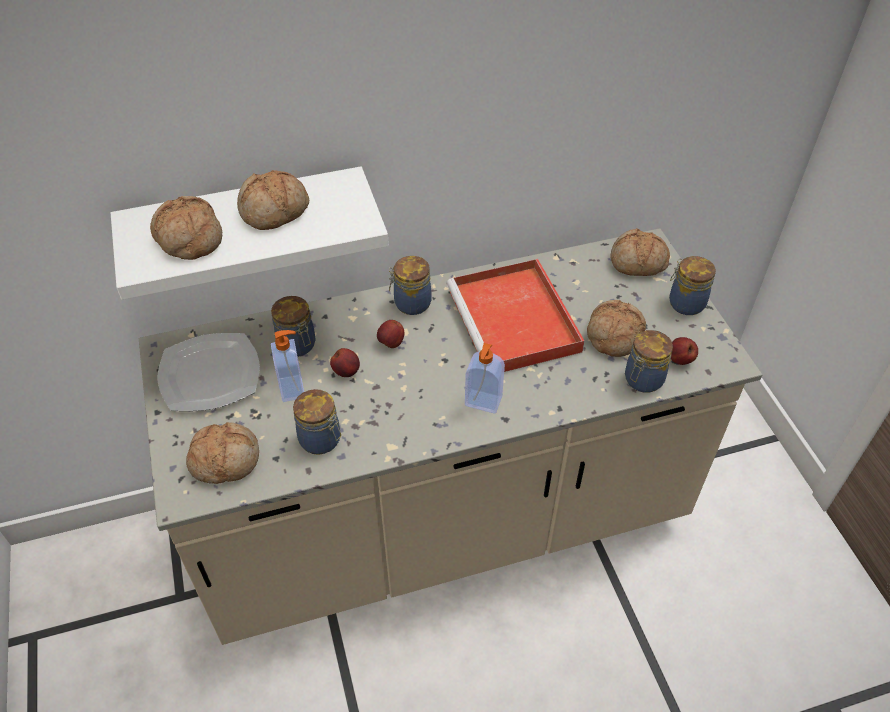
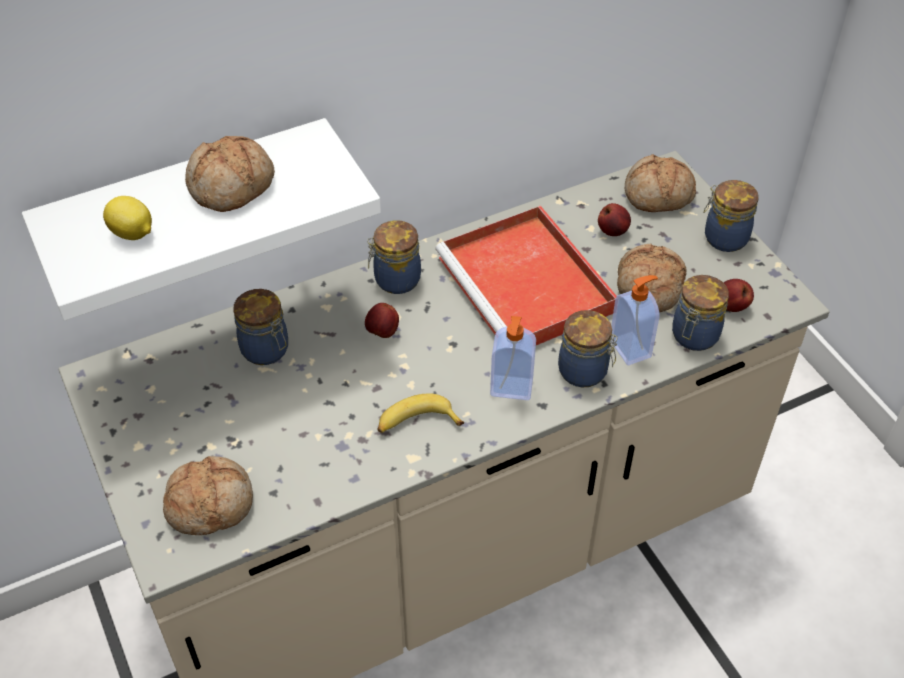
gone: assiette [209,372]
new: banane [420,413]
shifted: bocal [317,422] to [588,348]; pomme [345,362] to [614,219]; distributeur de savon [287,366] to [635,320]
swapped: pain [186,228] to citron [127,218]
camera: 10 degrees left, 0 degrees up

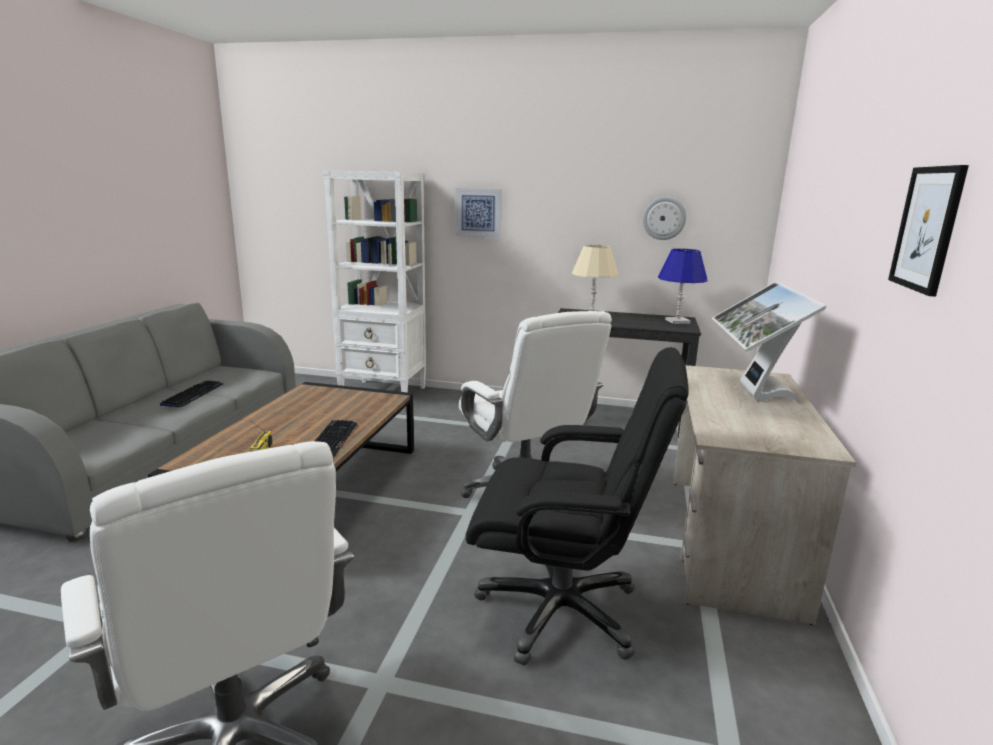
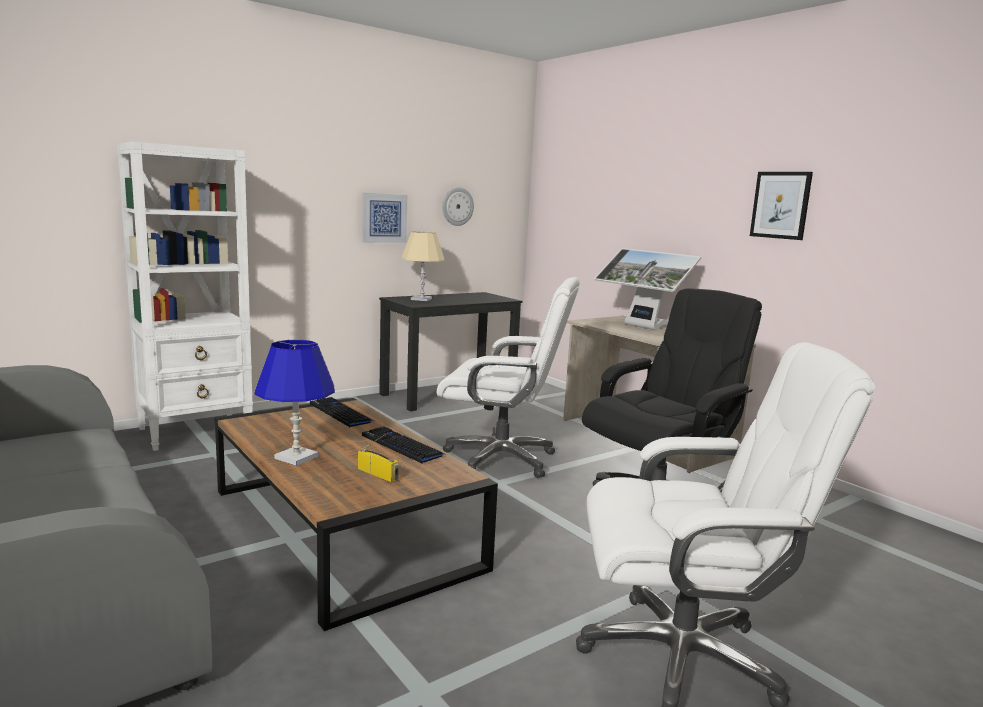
shifted: lampe de table/bleu [683,286] to [294,403]; clavier [191,394] to [342,412]; tableau [478,213] to [384,218]
camera: 50 degrees left, 5 degrees down

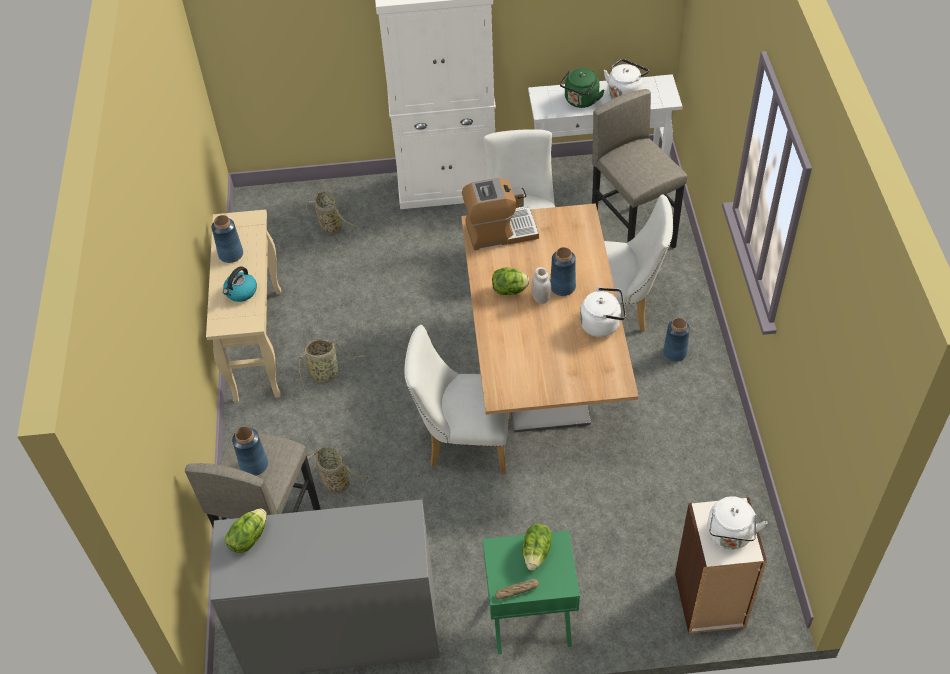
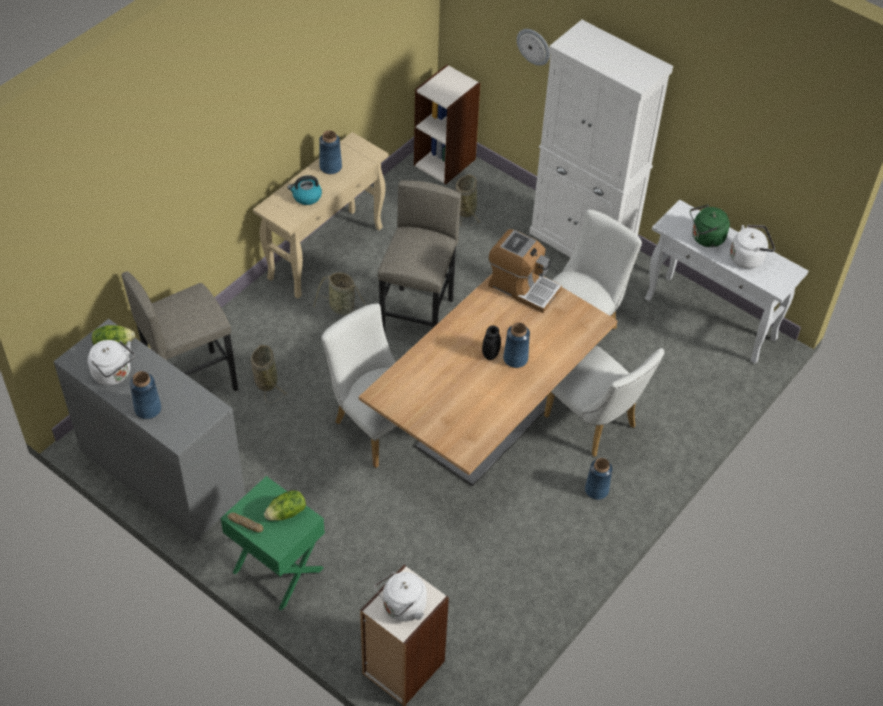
gone: laitue [510,281]
new: bibliothèque [447,125]; horloge murale [533,47]
shifted: bouilloire/blanc [603,312] to [111,363]; vase/bleu [250,451] to [146,395]; tabouret/gris [640,169] to [419,256]
repainted: bocal/blanc [541,285] to bocal/noir [491,342]
camera: 40 degrees right, 0 degrees up

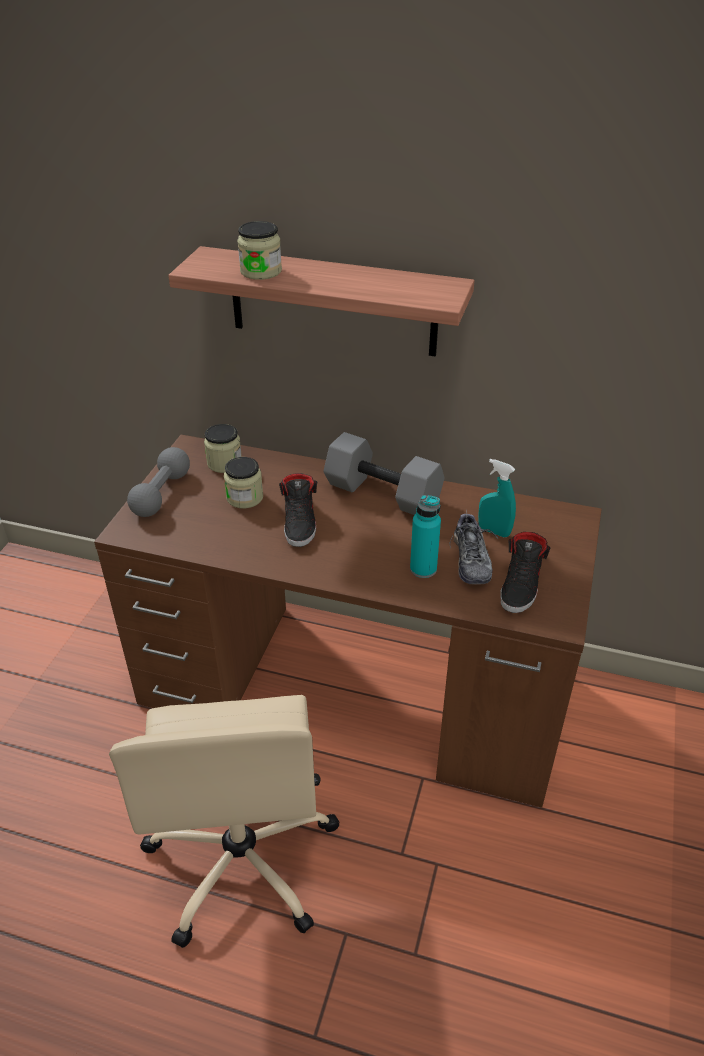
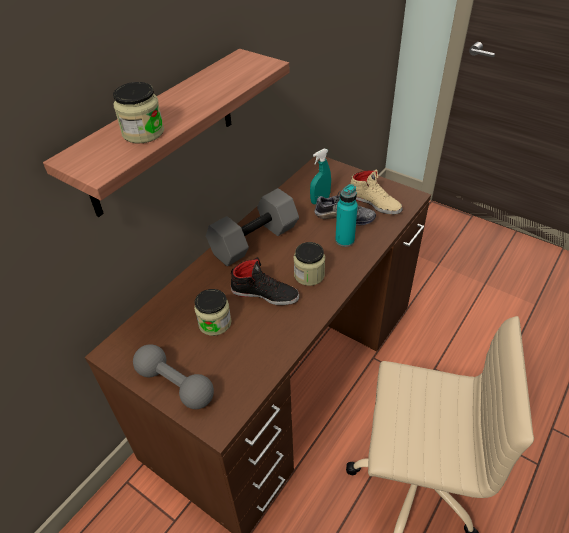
shifted: bocal [223,448] to [309,264]
repainted: chaussure/noir [525,572] to chaussure/beige [376,192]
camera: 70 degrees left, 5 degrees up

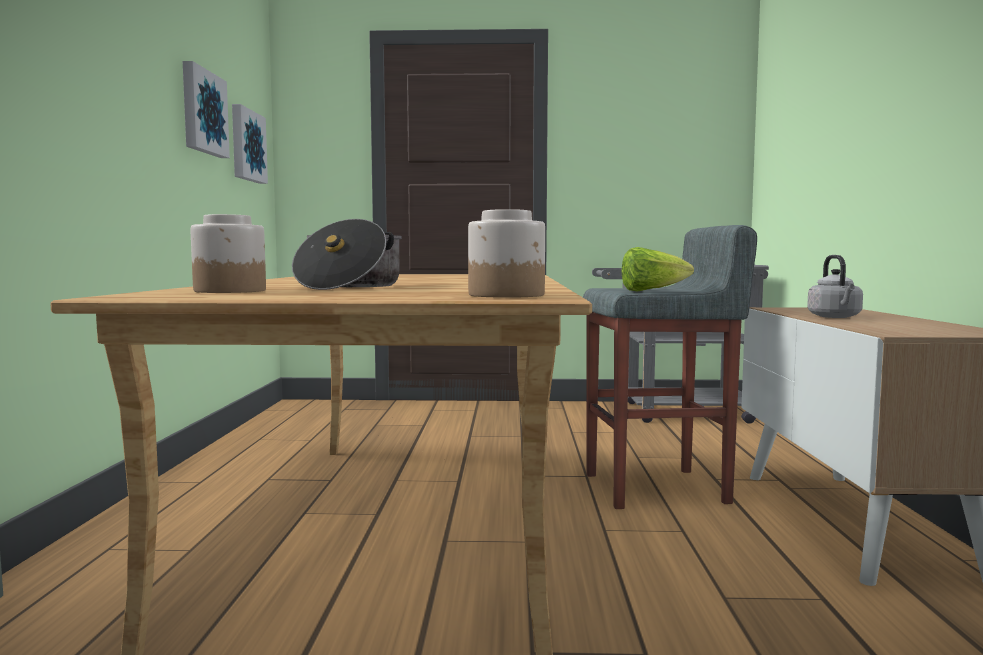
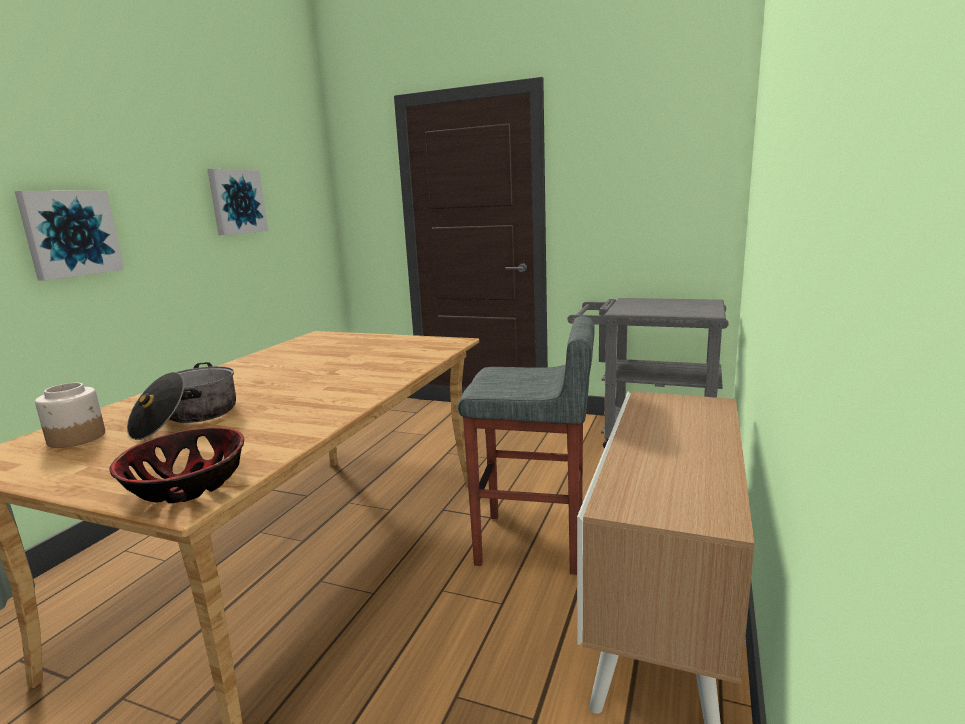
gone: laitue [658,269]; bouilloire/gris [835,286]
shifted: tableau [250,144] to [69,236]
swapped: bocal [506,253] to bol [176,465]
camera: 20 degrees right, 10 degrees up

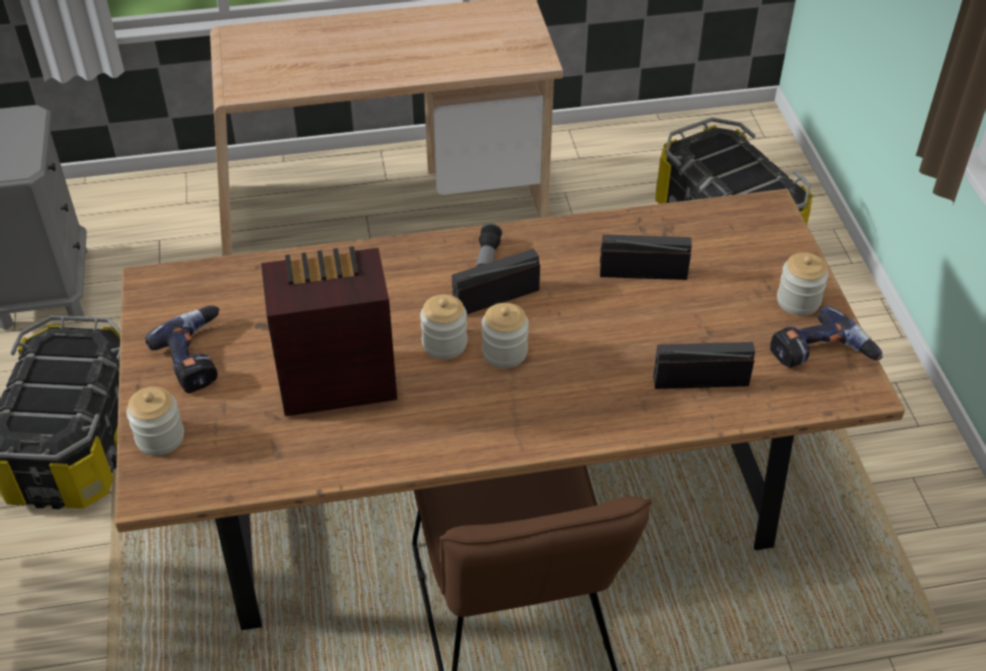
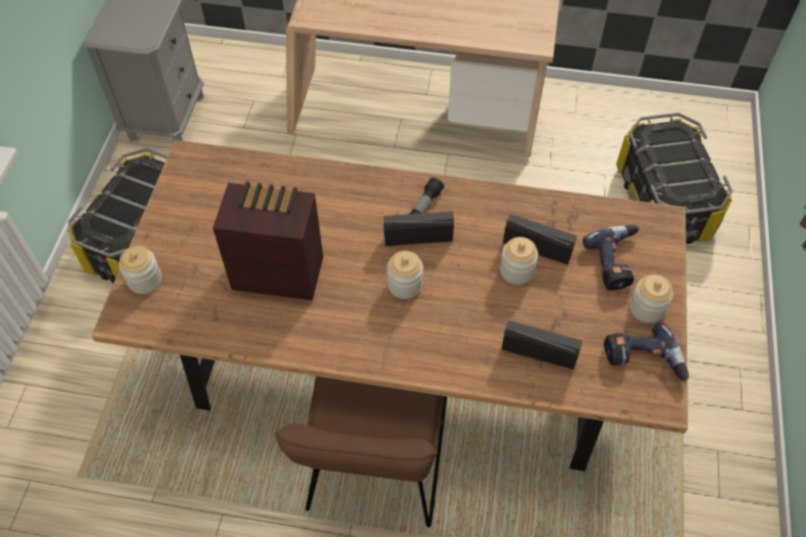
shifted: bocal [444,326] to [519,261]; perceuse [182,349] to [611,258]
camera: 20 degrees right, 10 degrees up

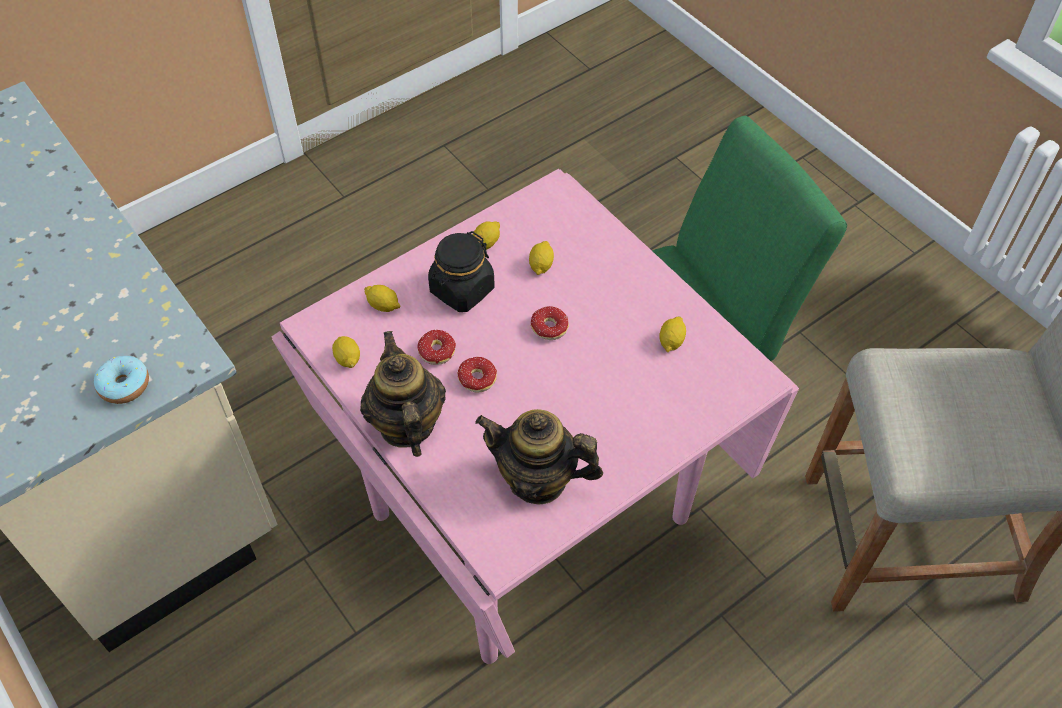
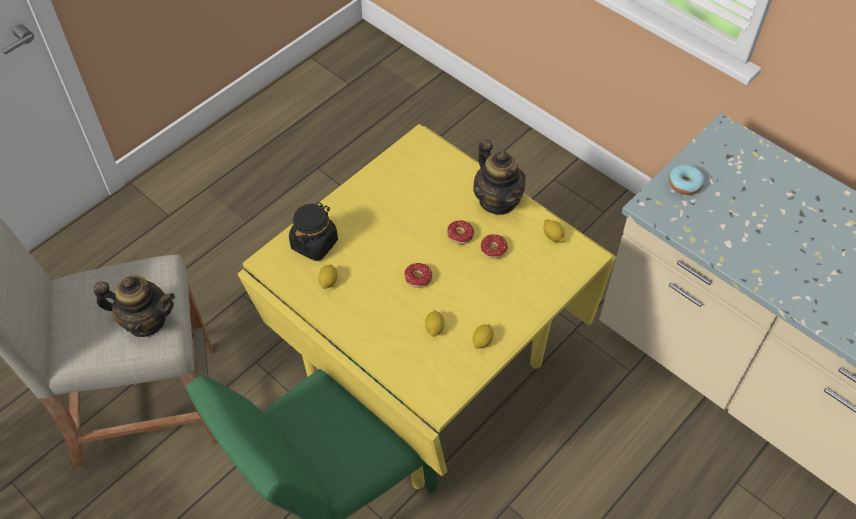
gone: citron [382,298]
shifted: théière [539,457] to [134,306]; bocal/noir [461,271] to [313,231]
repainted: table à manger/rose [535,416] to table à manger/jaune [426,306]
camera: 170 degrees right, 0 degrees up

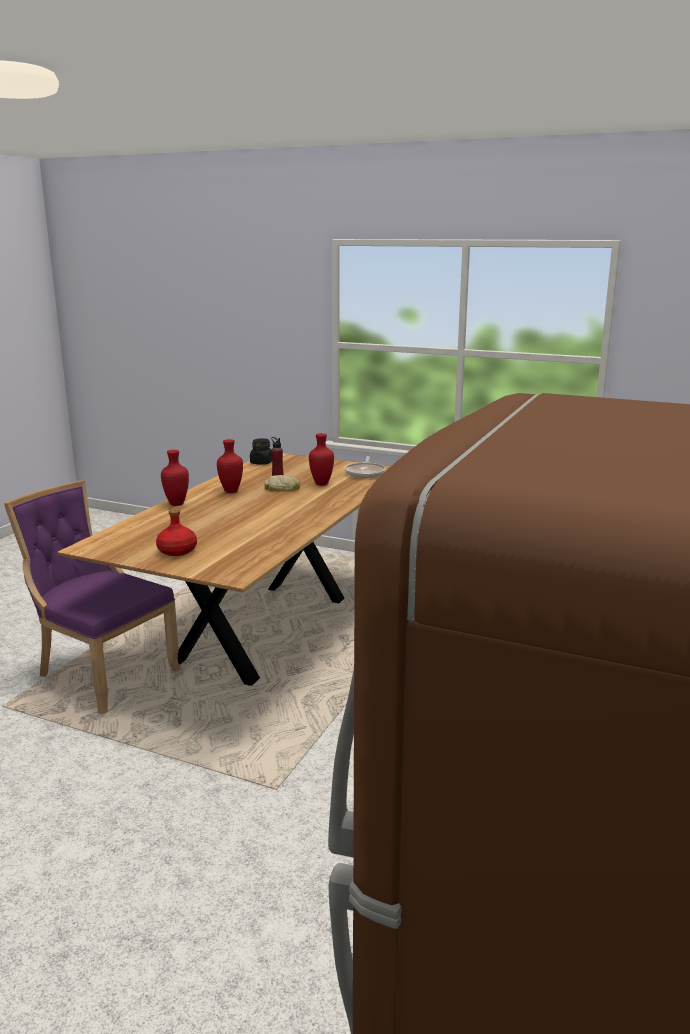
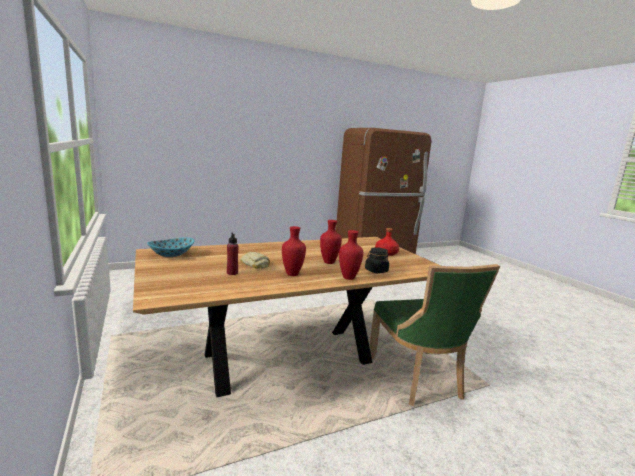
shifted: vase/rouge [321,459] to [331,242]; bocal/noir [261,451] to [377,260]
swapped: poêle [365,467] to bol [170,247]
repainted: chaise/violet [92,598] to chaise/vert [435,335]
camera: 140 degrees left, 5 degrees down

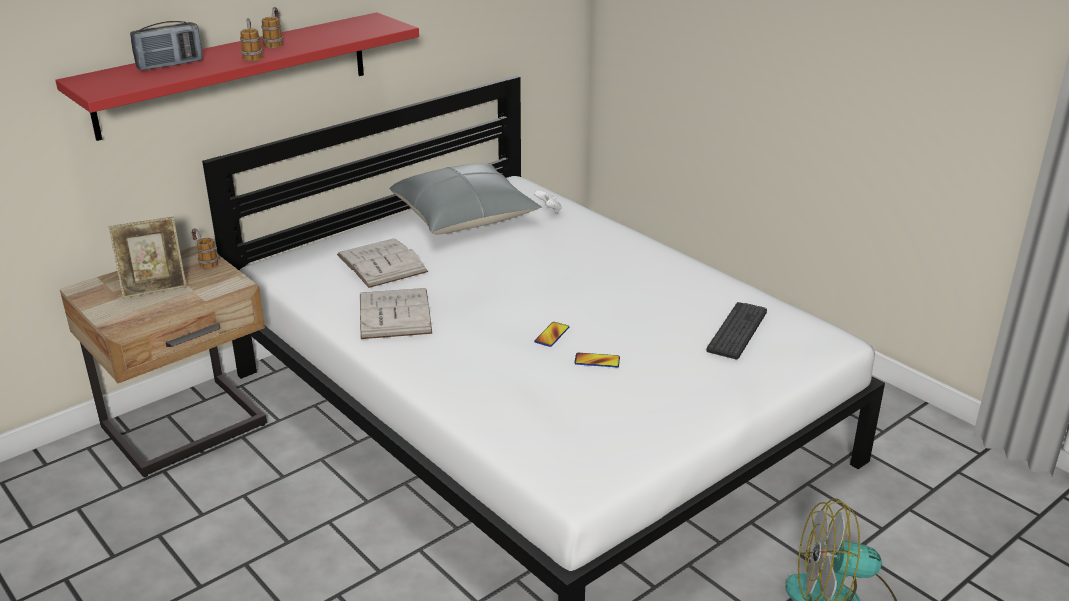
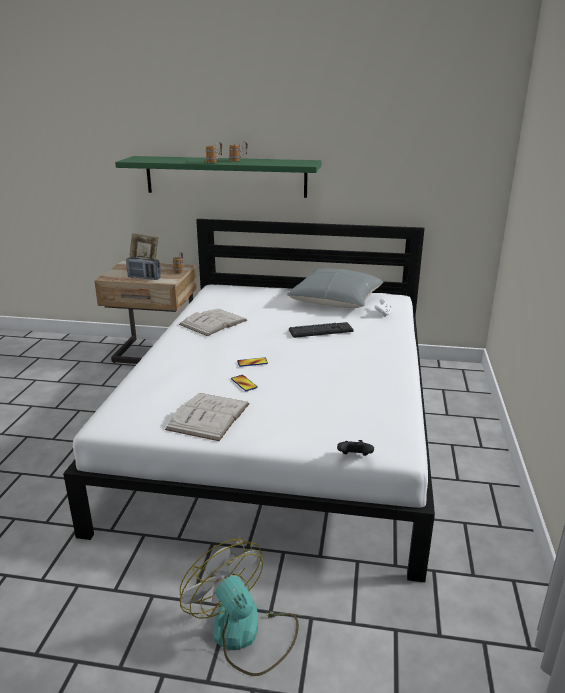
new: manette/noir [355,448]
shifted: radio [166,45] to [143,268]; livre/blanc [382,263] to [207,417]; clavier [736,331] to [321,330]
repainted: étagère/rouge [237,76] to étagère/vert [218,177]
camera: 50 degrees right, 5 degrees down

